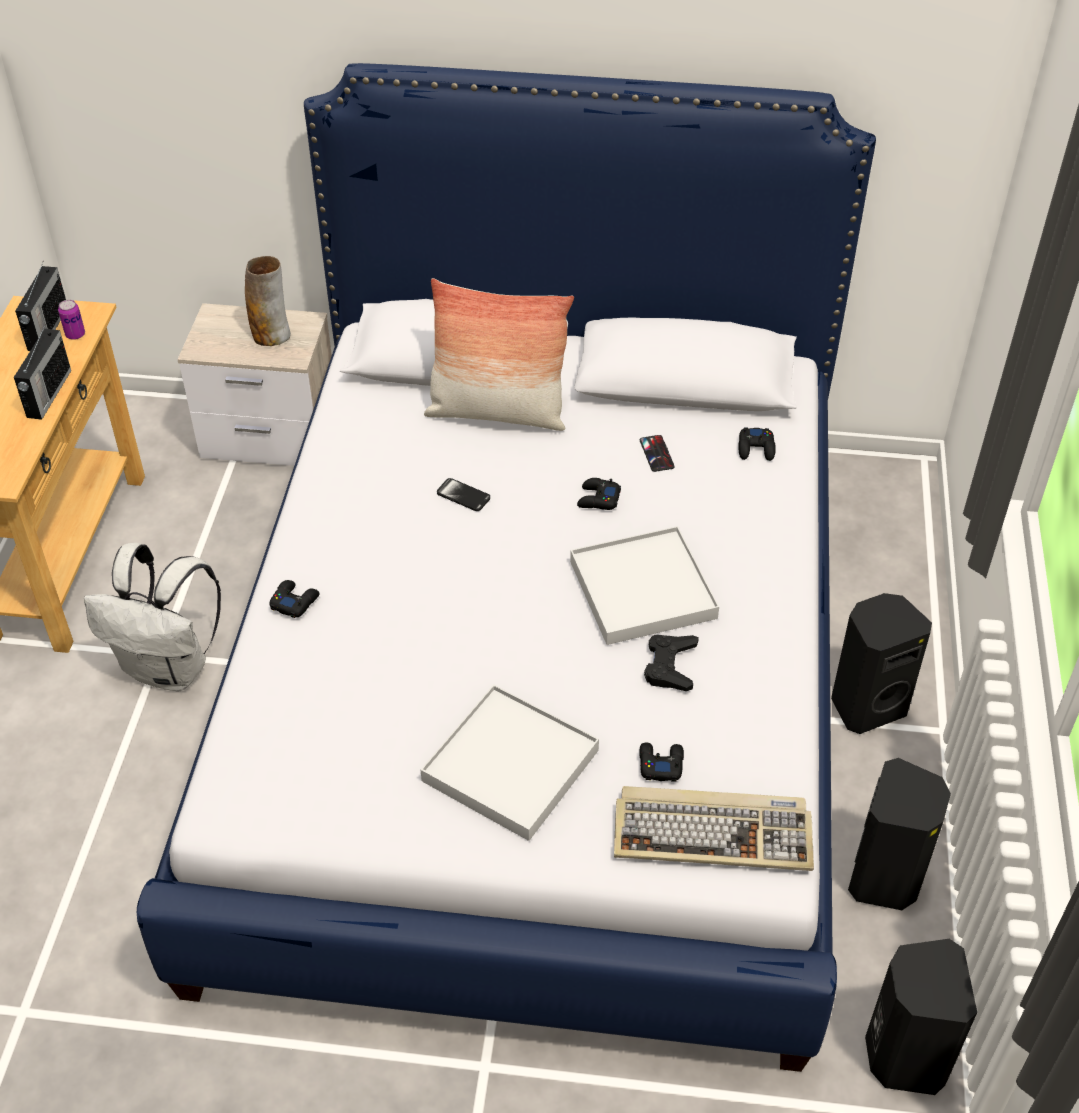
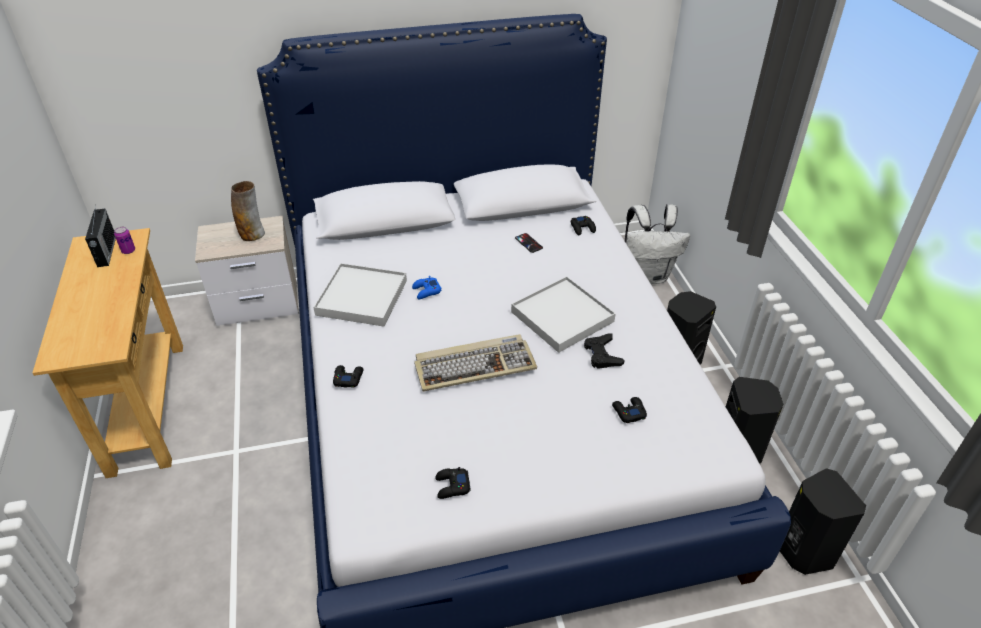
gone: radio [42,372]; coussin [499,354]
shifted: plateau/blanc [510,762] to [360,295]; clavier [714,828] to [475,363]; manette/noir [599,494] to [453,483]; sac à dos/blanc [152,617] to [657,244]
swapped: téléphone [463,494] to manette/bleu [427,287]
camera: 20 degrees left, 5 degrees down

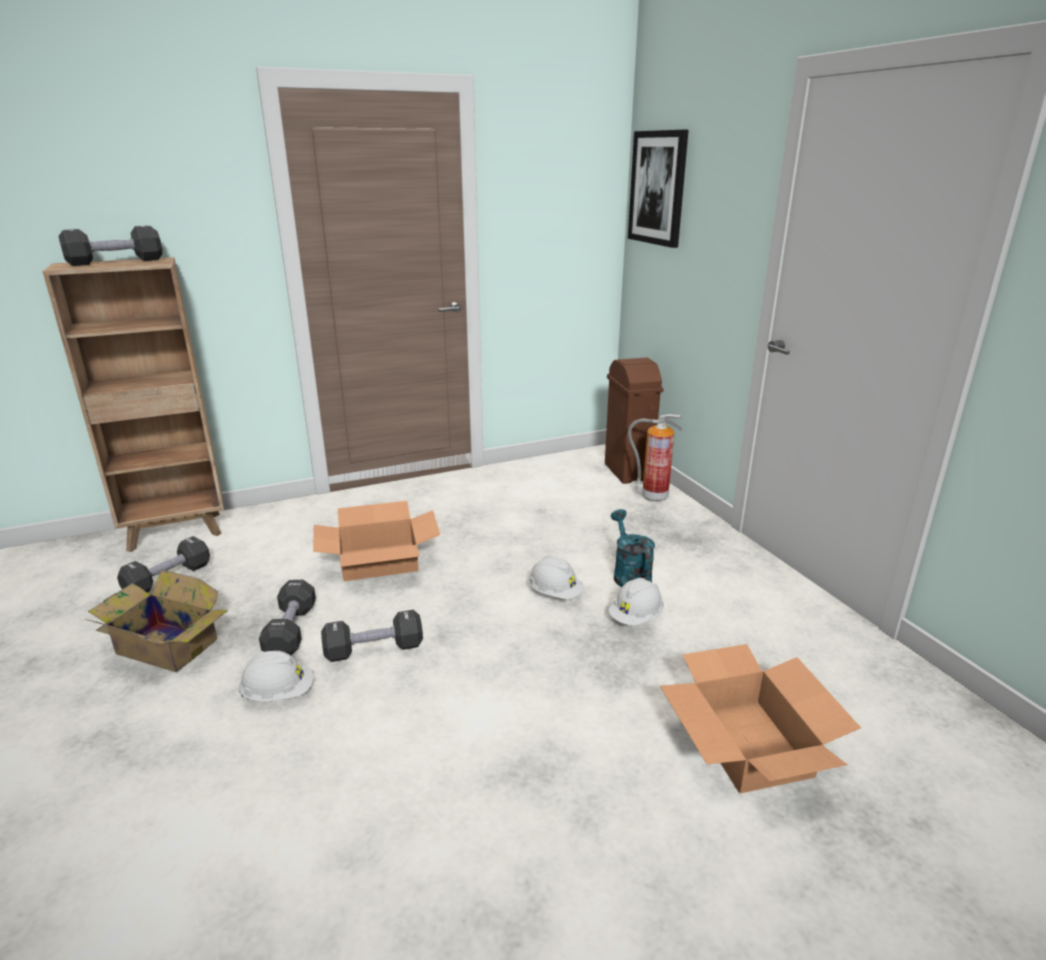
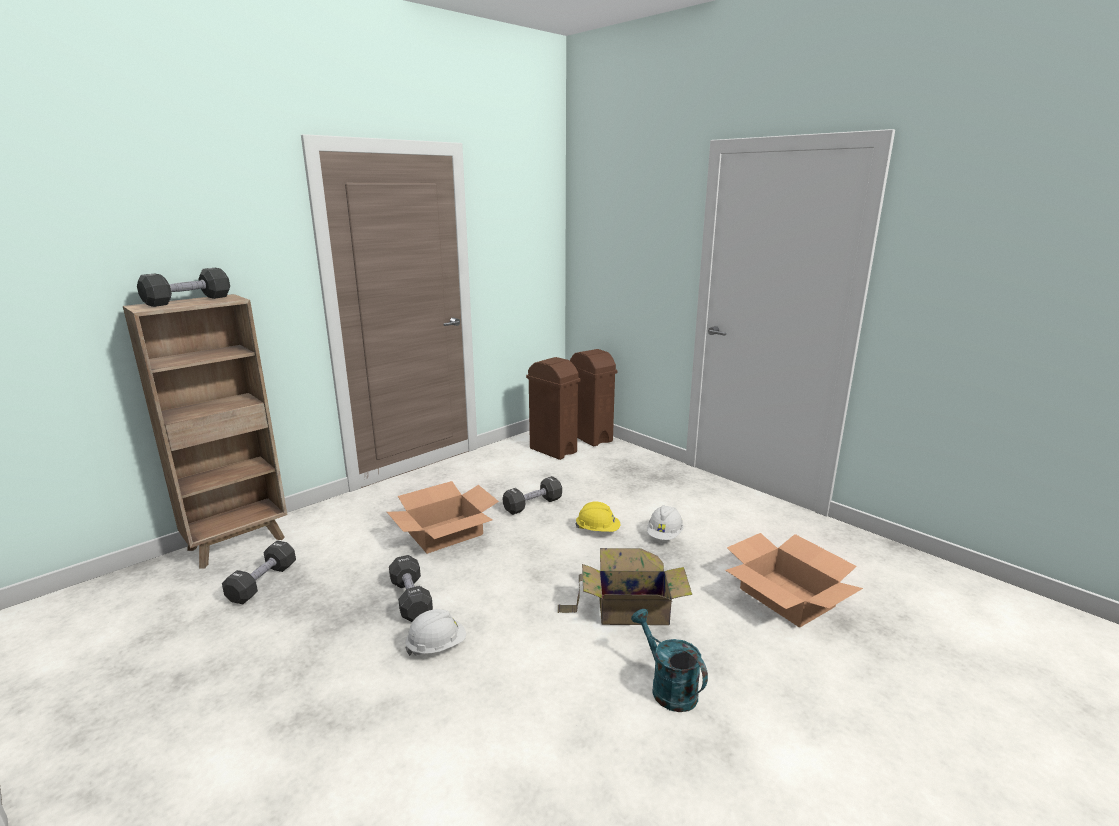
gone: tableau [658,189]; extincteur [655,458]
new: poubelle/marron [553,408]
shifted: haltère/noir [372,636] to [532,495]; carton [156,621] to [625,586]; arrosoir/turquoise [633,548] to [669,660]
repainted: casque de chantier/blanc [556,577] to casque de chantier/jaune [597,517]
camera: 20 degrees left, 5 degrees down

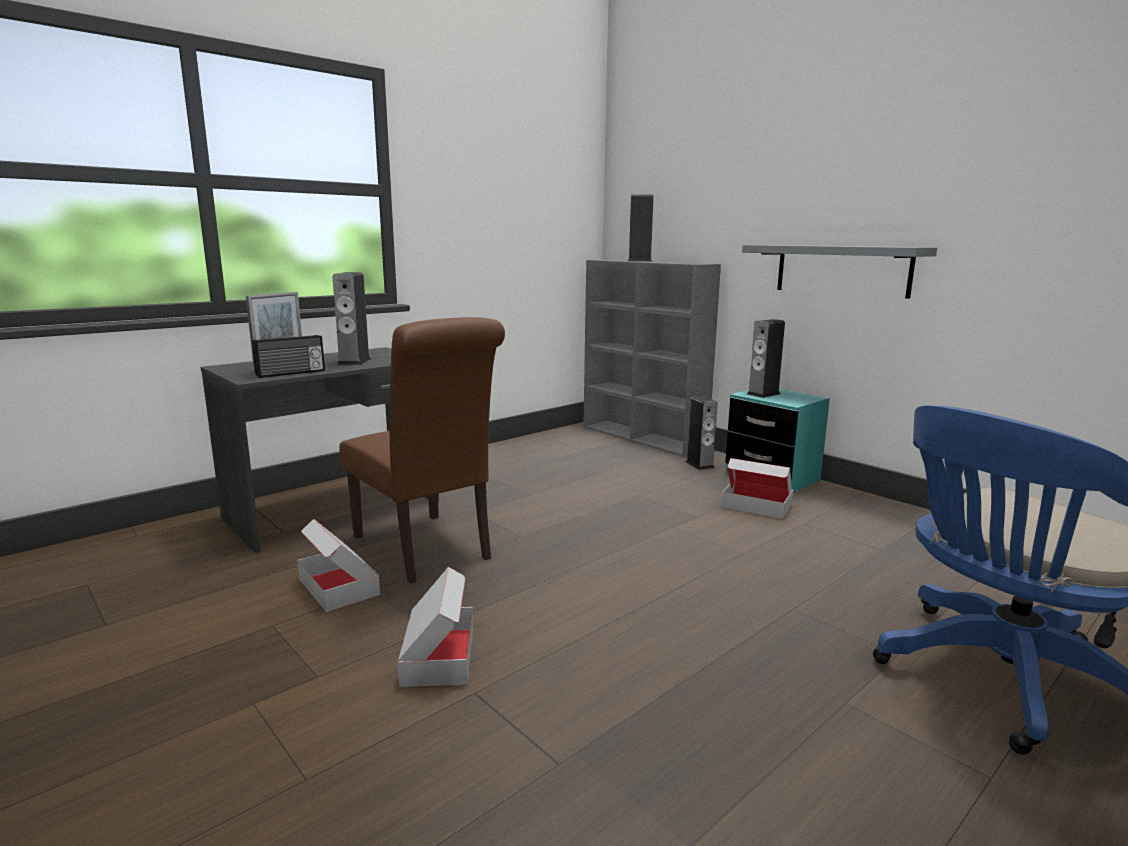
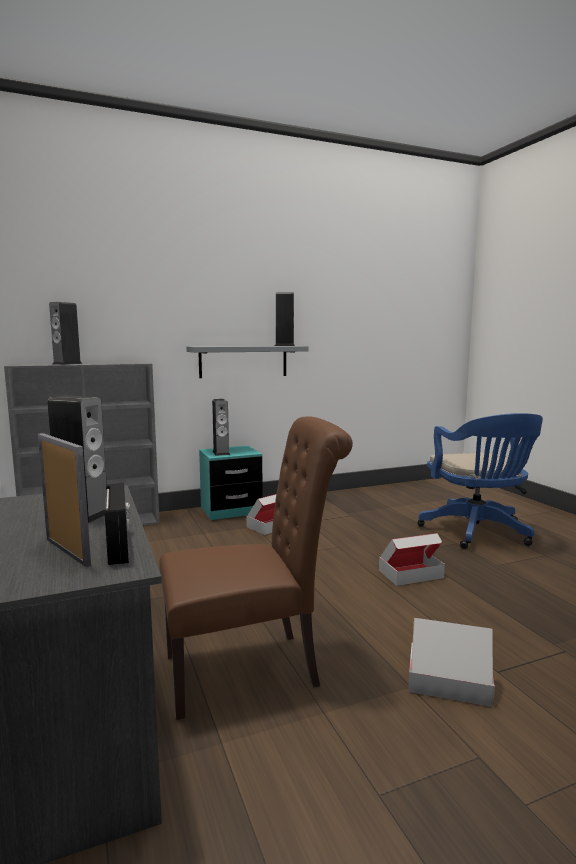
shifted: enceinte [701,433] to [285,319]; carton [338,565] to [412,559]
camera: 70 degrees left, 5 degrees down

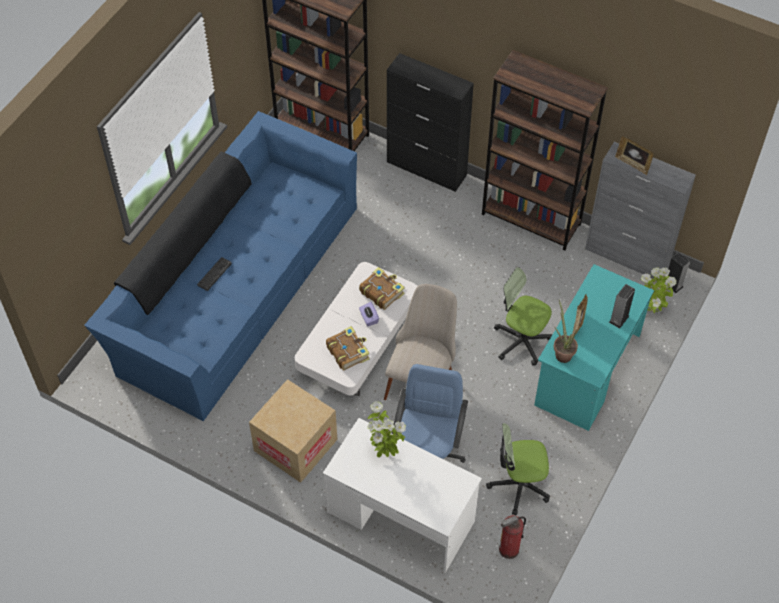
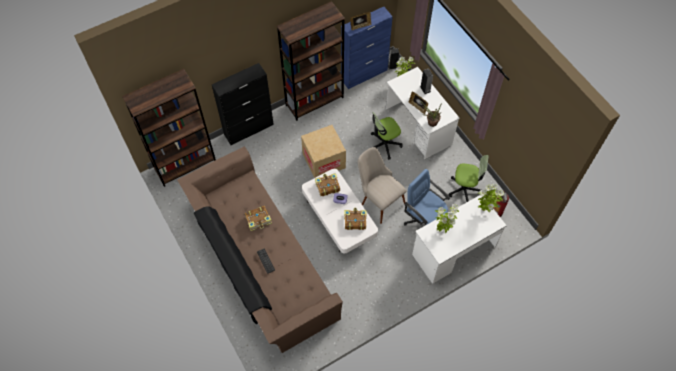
new: livre [258,218]; plante en pot [491,198]
shifted: carton [293,431] to [323,151]
repainted: canapé/bleu [220,266] to canapé/marron [260,249]; meuble de rangement/gris [640,210] to meuble de rangement/bleu [367,48]; bureau/turquoise [594,347] to bureau/blanc [423,113]
rotated: chaise de bureau [518,469] = [469,178] 105 degrees counterclockwise
camera: 60 degrees left, 5 degrees up

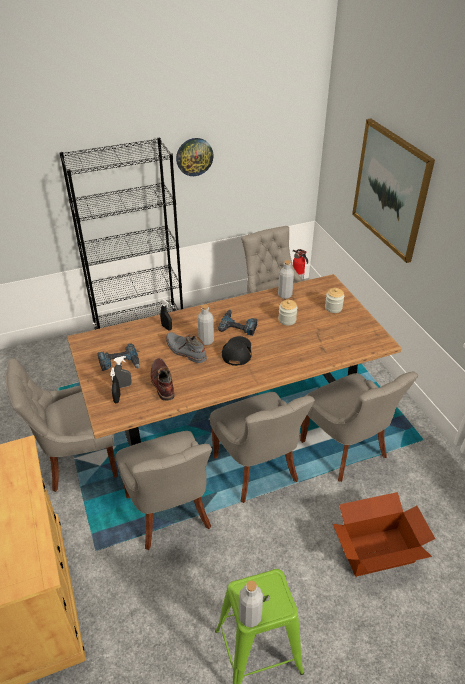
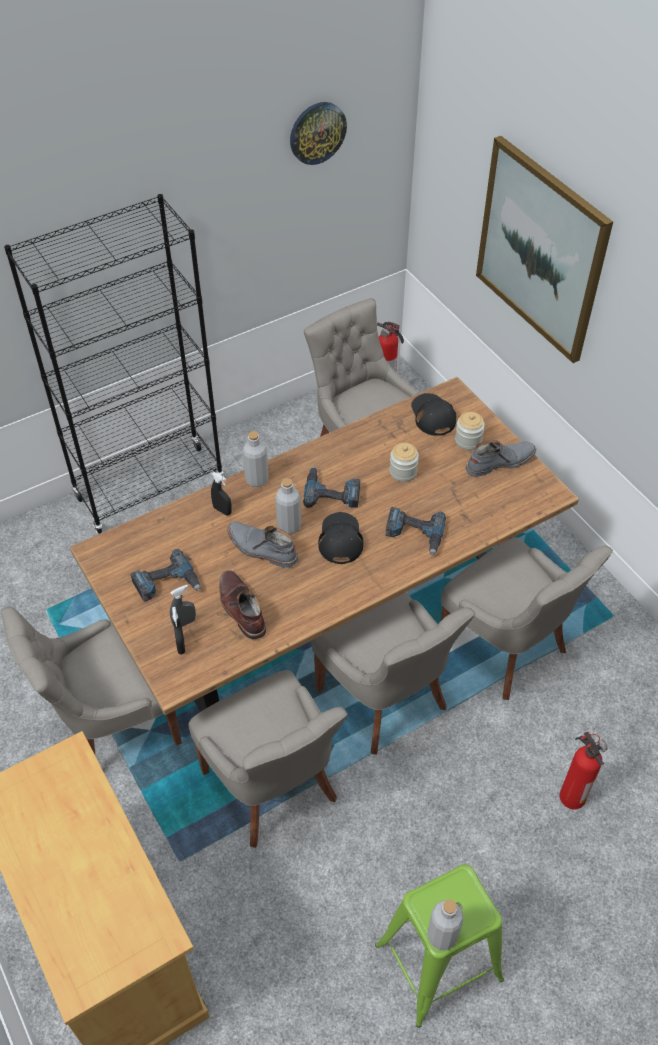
new: perceuse [415,531]; casquette/noir [433,414]; botte/gris [500,458]
shifted: bouteille/gris [286,279] to [256,459]; horloge murale [195,157] to [318,133]
swapped: carton [384,534] to extincteur [584,770]
camera: 10 degrees left, 10 degrees up

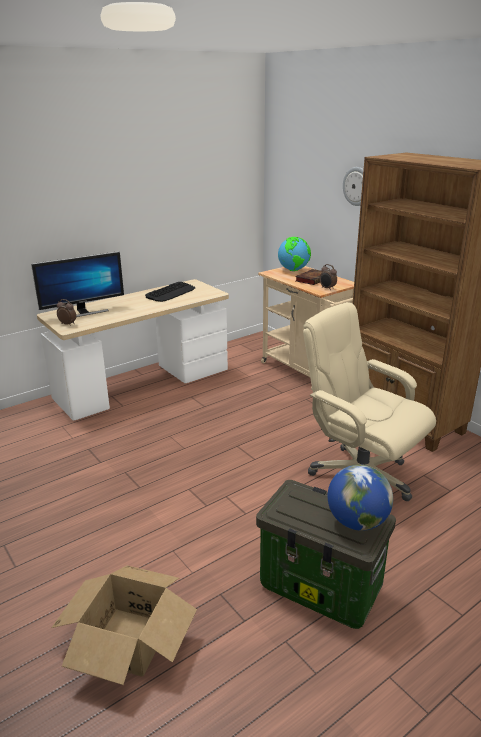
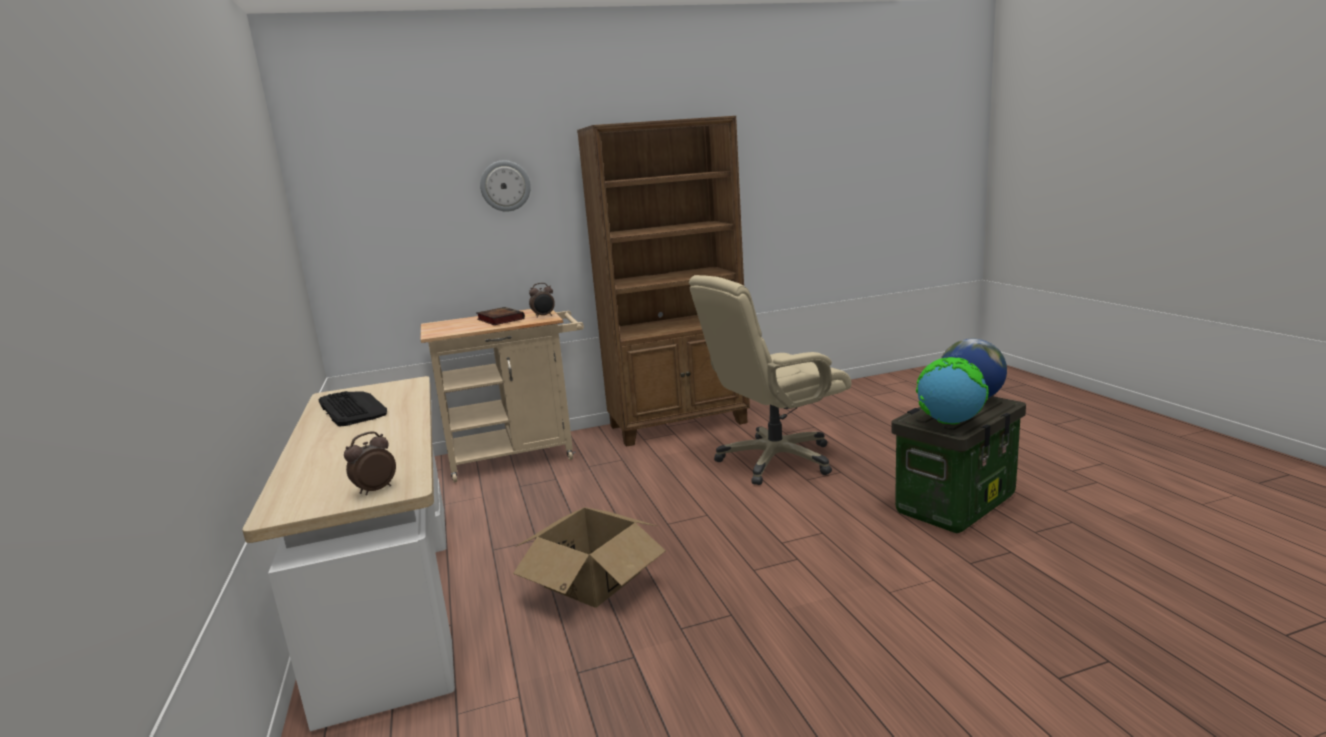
gone: écran d'ordinateur [77,284]
shifted: carton [124,625] to [589,557]; globe [294,254] to [952,390]
camera: 70 degrees left, 10 degrees down

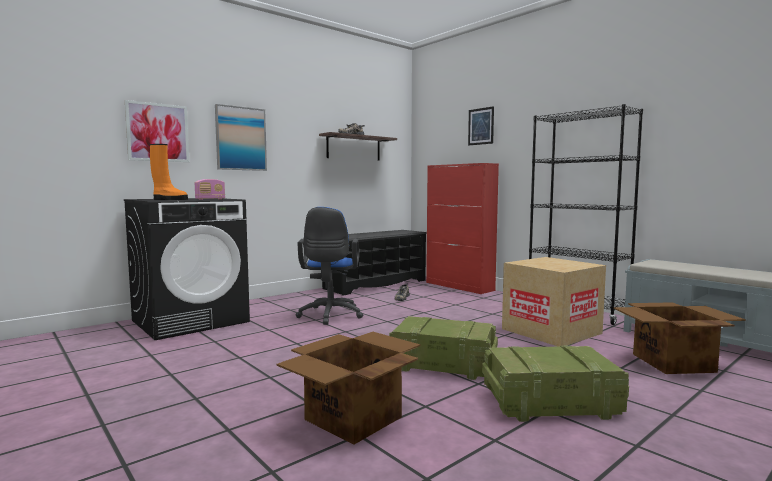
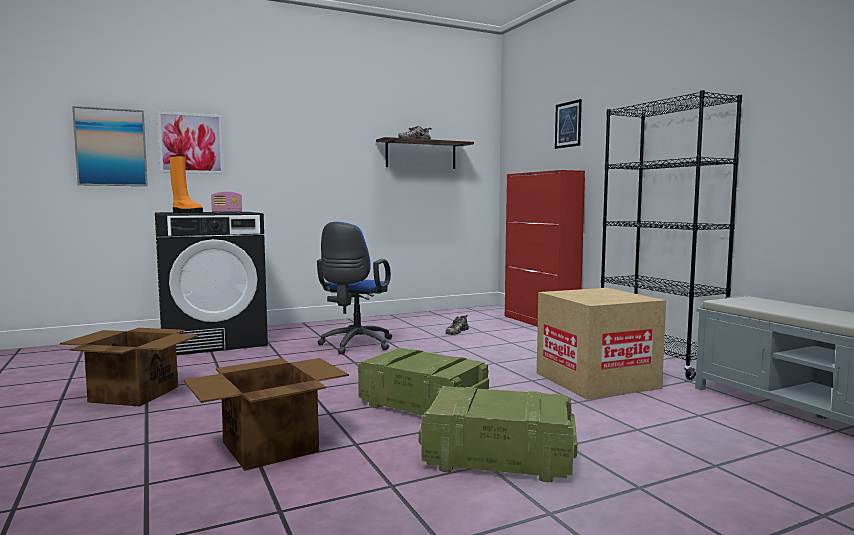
gone: étagère à chaussures/noir [374,263]
shifted: carton [679,338] to [129,367]; tableau [241,137] to [110,146]
camera: 15 degrees right, 0 degrees up

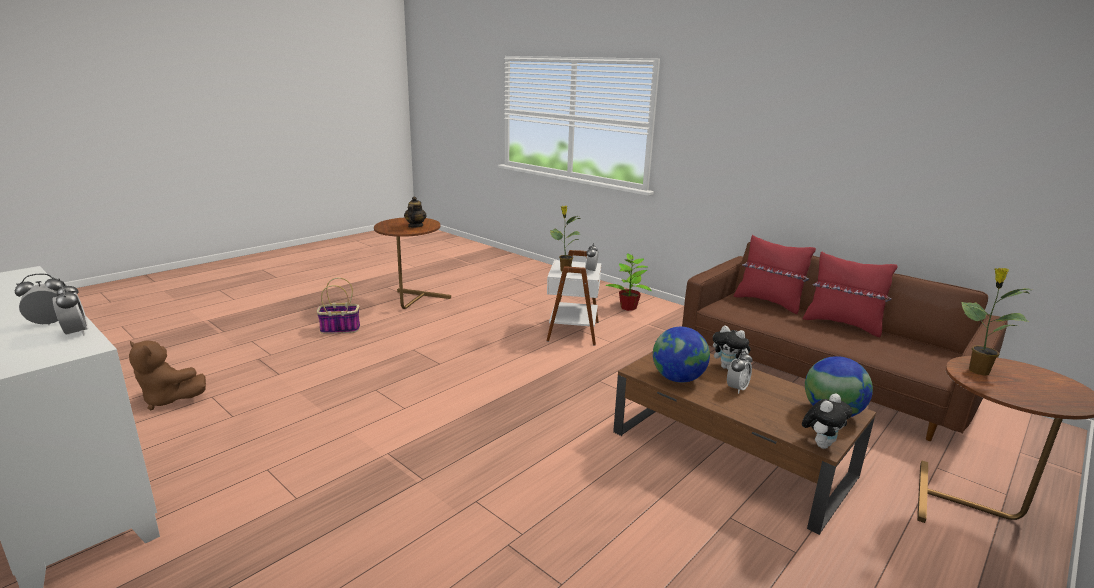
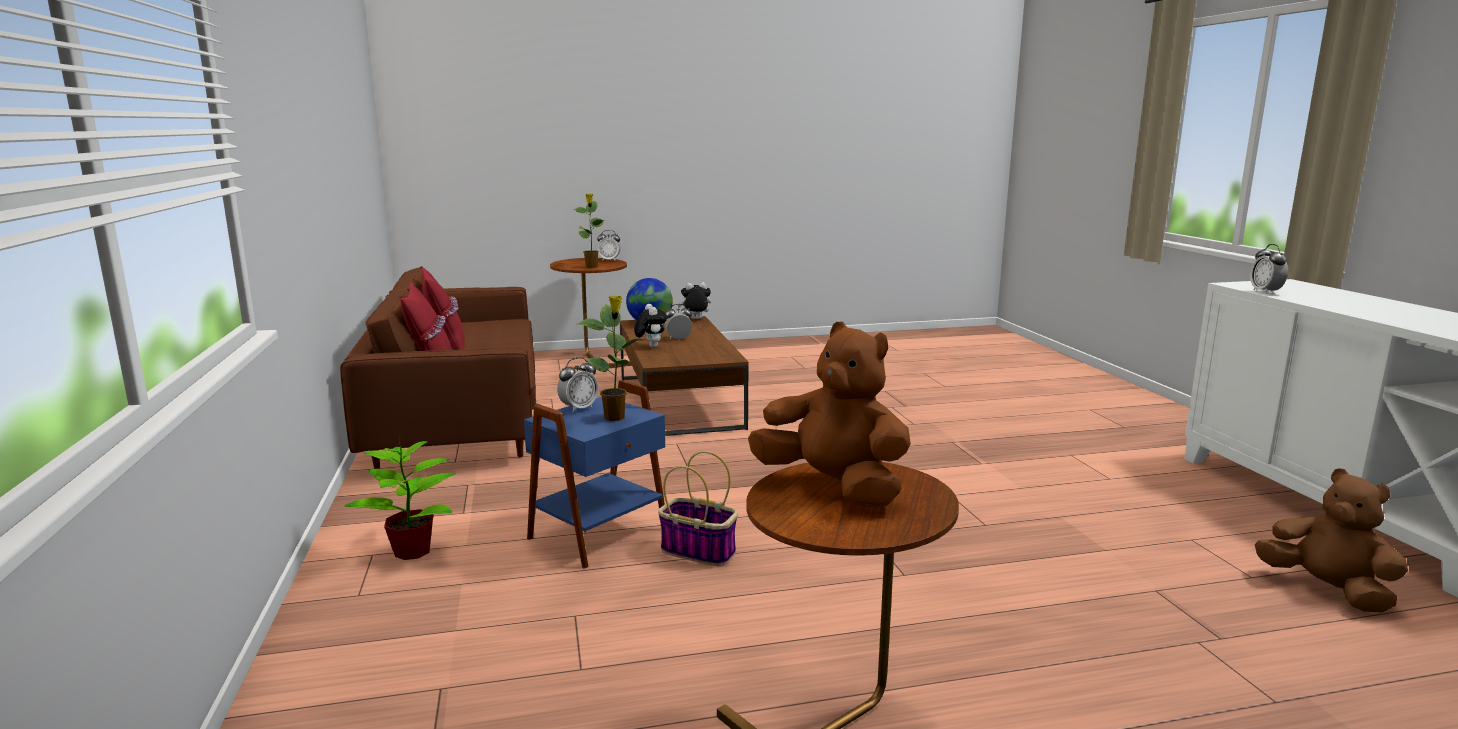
gone: globe [681,355]
shifted: réveil [40,299] to [609,245]; panier [338,306] to [698,508]
swapped: théière [415,212] to peluche/marron [829,414]
repainted: table d'appoint/blanc [573,297] to table d'appoint/bleu [594,474]
camera: 145 degrees left, 5 degrees down

